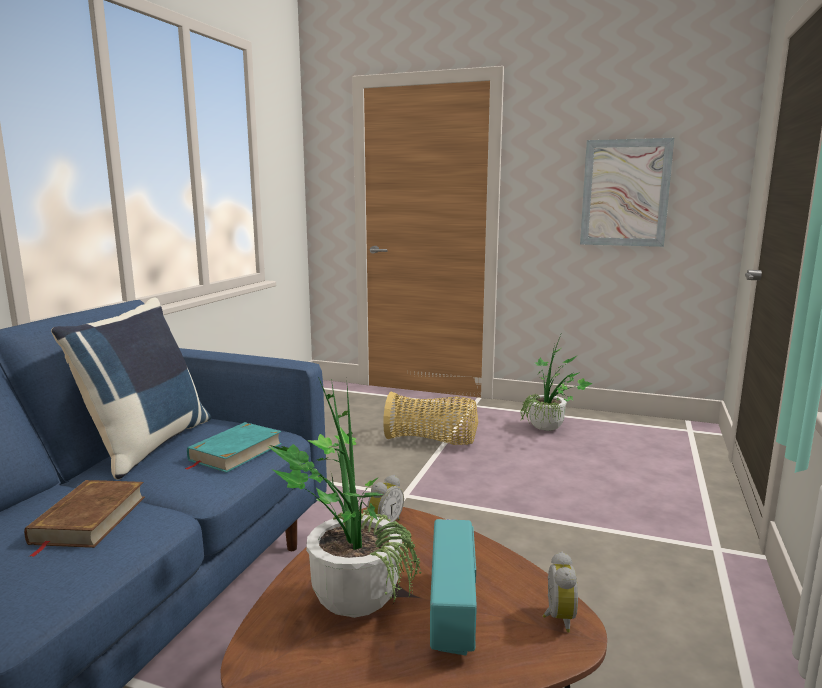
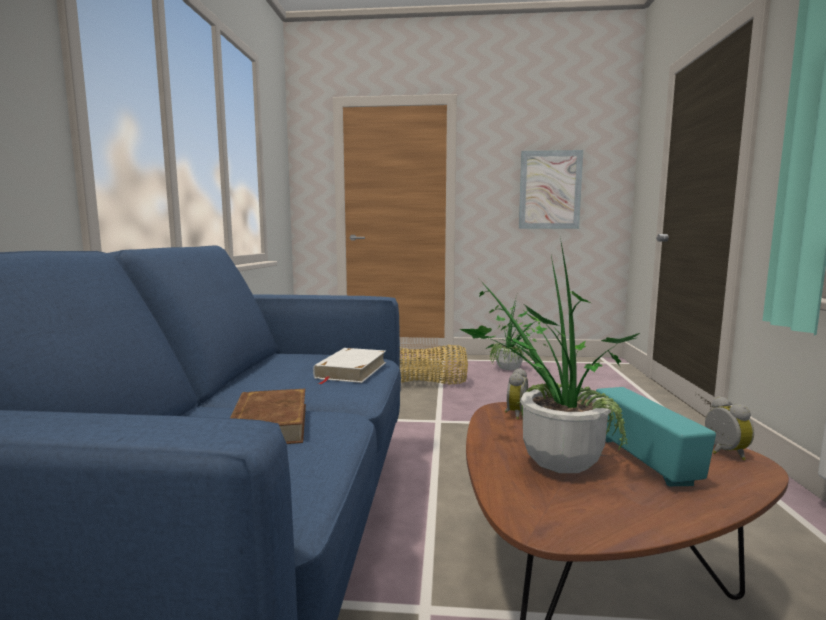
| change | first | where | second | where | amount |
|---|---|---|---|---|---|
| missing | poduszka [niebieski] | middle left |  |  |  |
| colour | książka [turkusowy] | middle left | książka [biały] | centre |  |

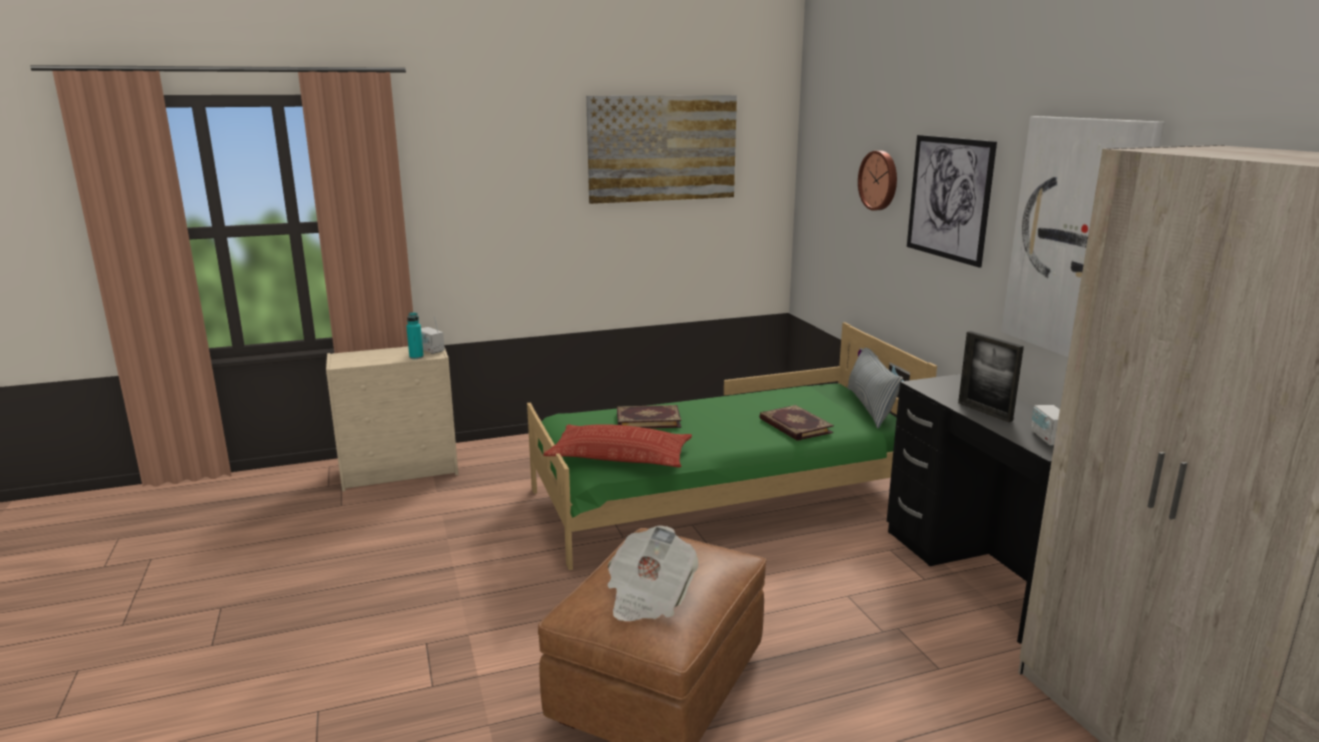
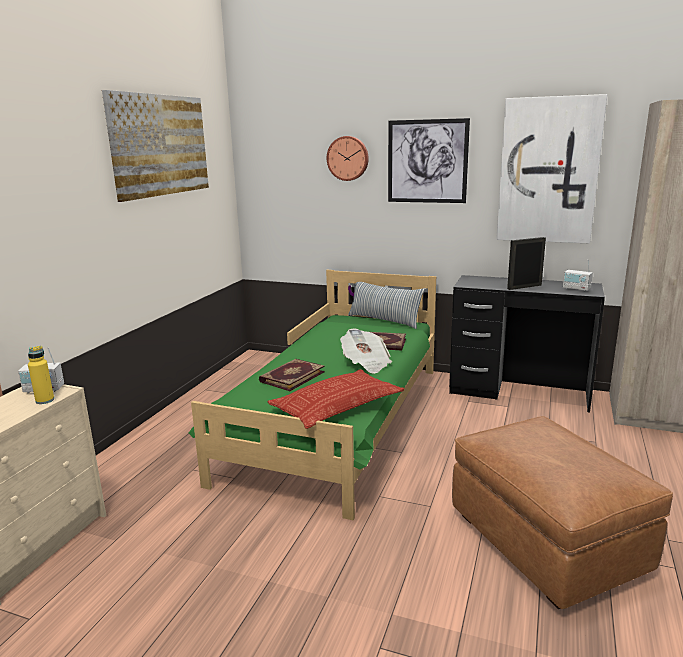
| change | first | where | second | where | amount |
|---|---|---|---|---|---|
| relocated | gazeta | bottom centre |  | centre |  |
| colour | butelka [turkusowy] | middle left | butelka [żółty] | middle left |  |
| spun | ramka na zdjęcie | middle right |  | middle right | 150 degrees clockwise |

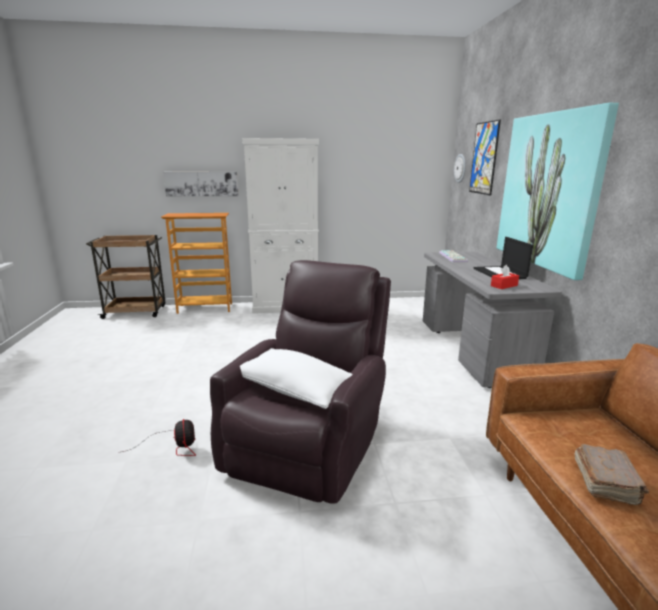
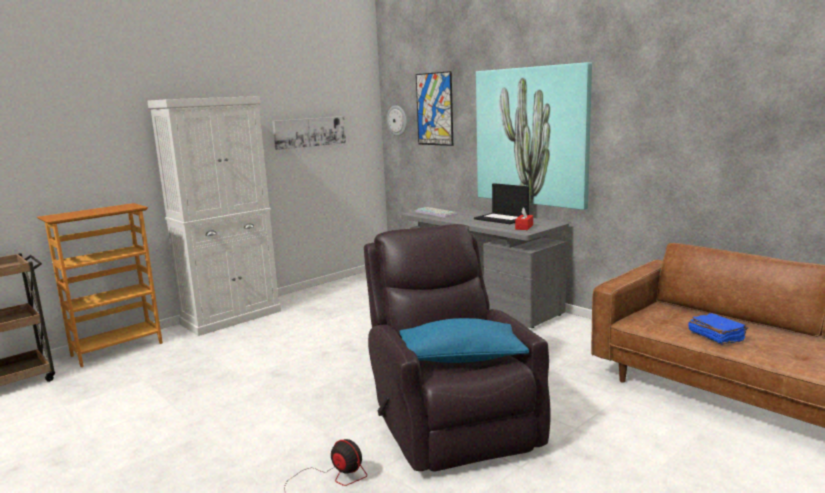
| change | first | where | second | where | amount |
|---|---|---|---|---|---|
| relocated | obraz (no. 1 from left) | top left |  | top centre |  |
| colour | poduszka [biały] | centre | poduszka [niebieski] | bottom centre |  |
| colour | książka [brązowy] | bottom right | książka [niebieski] | bottom right |  |

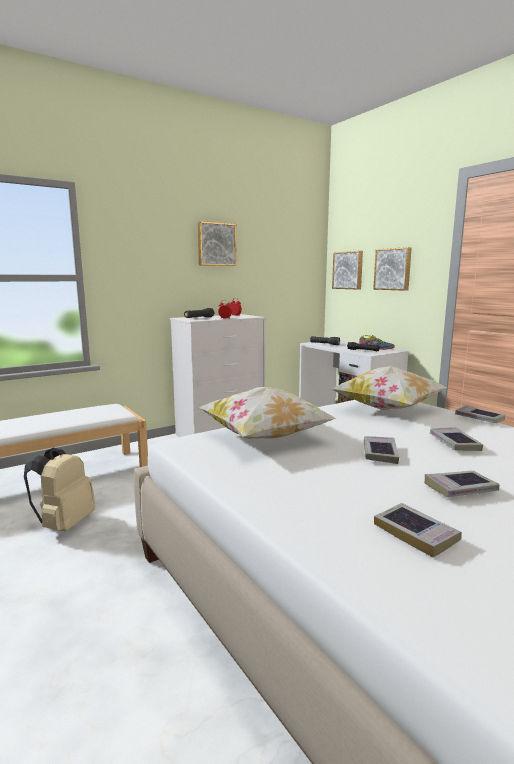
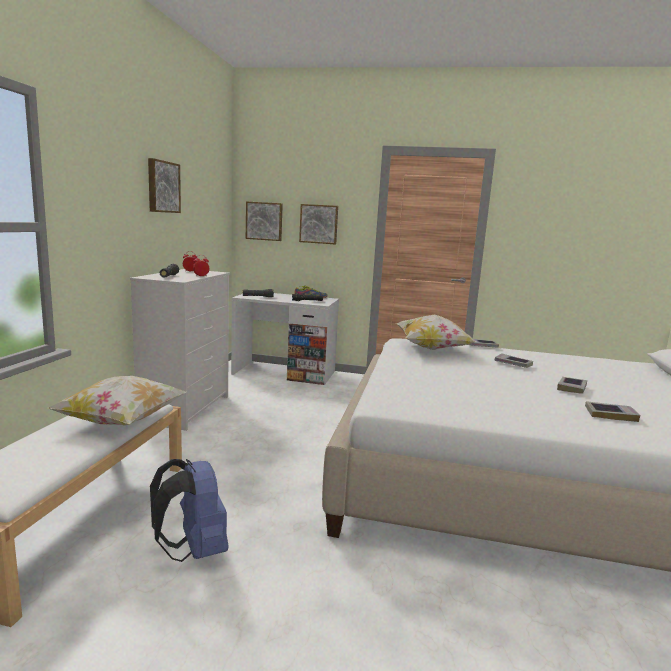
| change | first | where | second | where | amount |
|---|---|---|---|---|---|
| missing | książka (no. 1 from left) | middle right |  |  |  |
| relocated | poduszka (no. 1 from left) | centre |  | middle left |  |
| colour | plecak [beżowy] | middle left | plecak [niebieski] | bottom left |  |

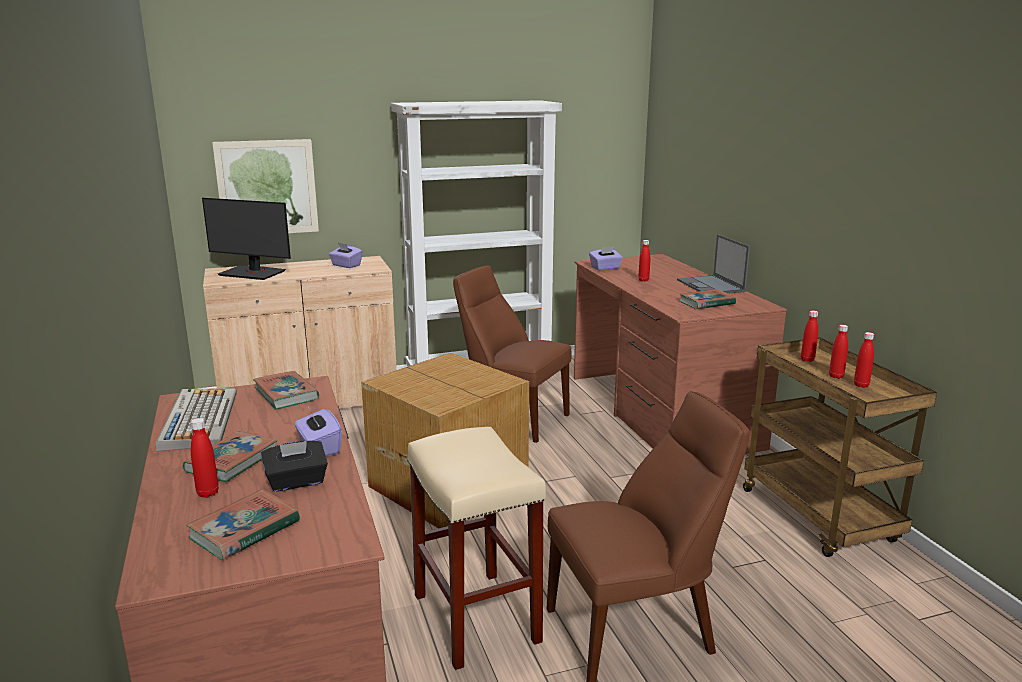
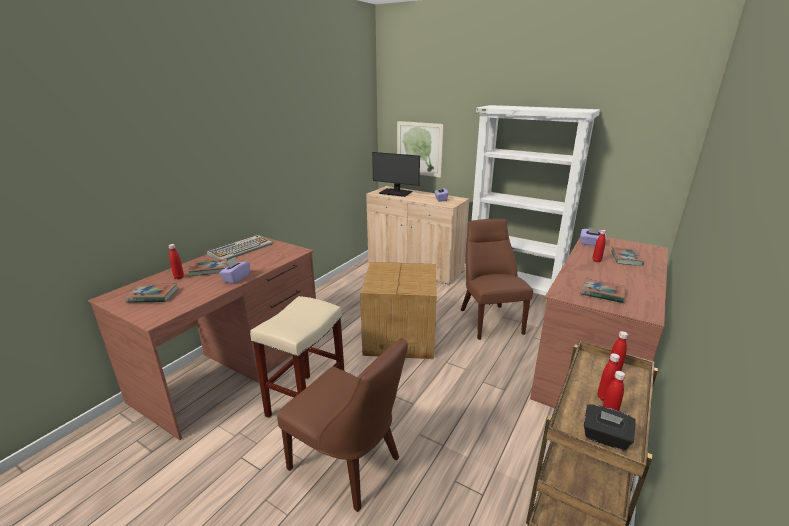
| change | first | where | second | where | amount |
|---|---|---|---|---|---|
| missing | laptop | middle right |  |  |  |
| relocated | książka (no. 3 from left in the first image) | middle left | książka (no. 4 from left) | middle right |  |
| relocated | pudełko chusteczek [czarny] | bottom left |  | bottom right |  |
| spun | monitor | middle left |  | top centre | 45 degrees counterclockwise |

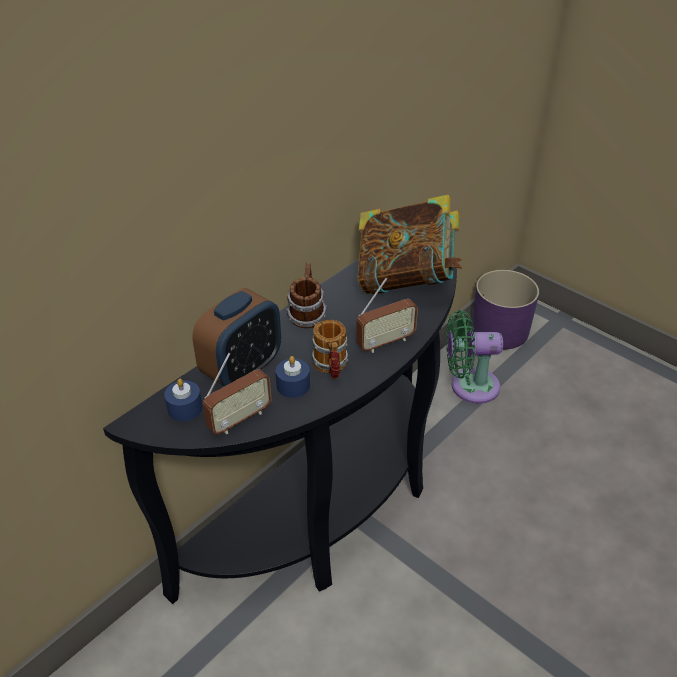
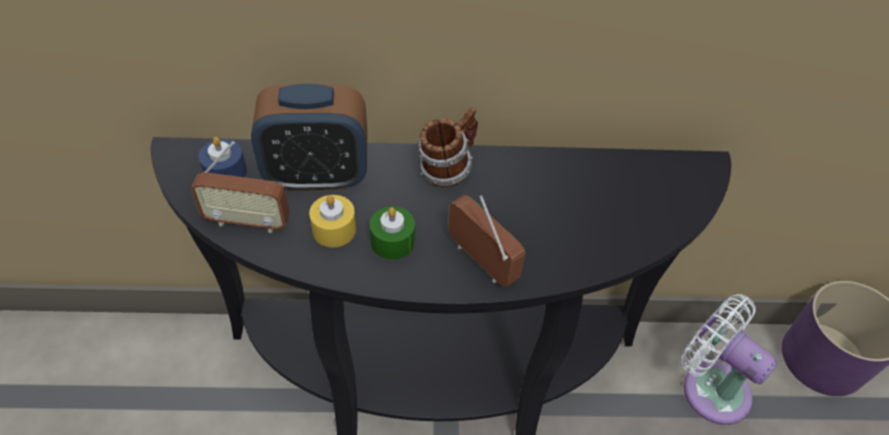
| change | first | where | second | where | amount |
|---|---|---|---|---|---|
| missing | książka | centre |  |  |  |
| exchanged | kubek (no. 2 from left) | centre | świeca [zielony] | centre |  |
| colour | świeca [niebieski] (no. 2 from left) | centre | świeca [żółty] | centre |  |
| colour | wentylator [zielony] | middle right | wentylator [biały] | bottom right |  |
| spun | radio (no. 2 from left) | centre |  | centre | 150 degrees counterclockwise |

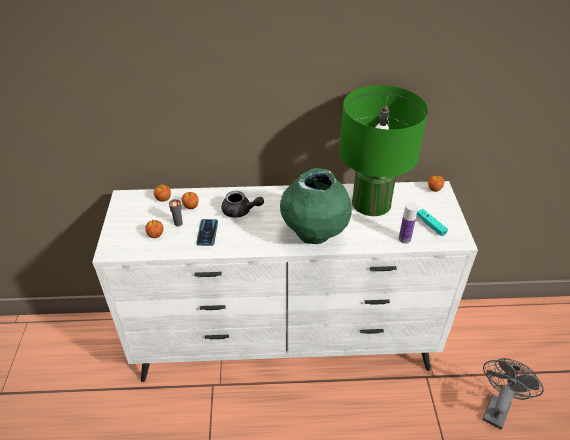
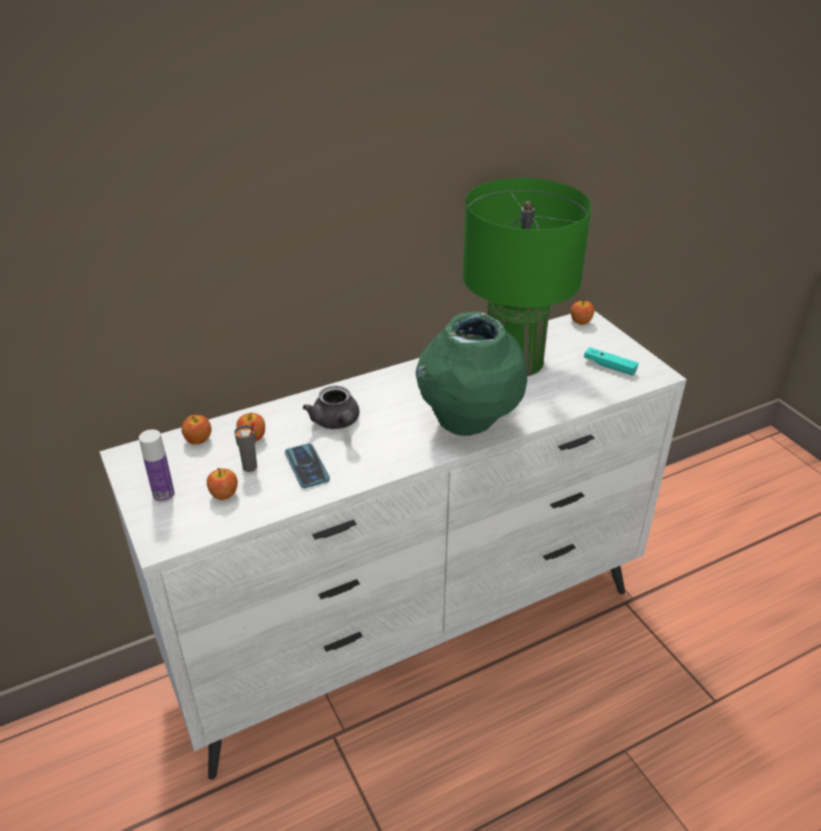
| change | first | where | second | where | amount |
|---|---|---|---|---|---|
| missing | wentylator [szary] | bottom right |  |  |  |
| relocated | butelka | middle right |  | middle left |  |
| spun | imbryk [szary] | centre |  | centre | 75 degrees clockwise |

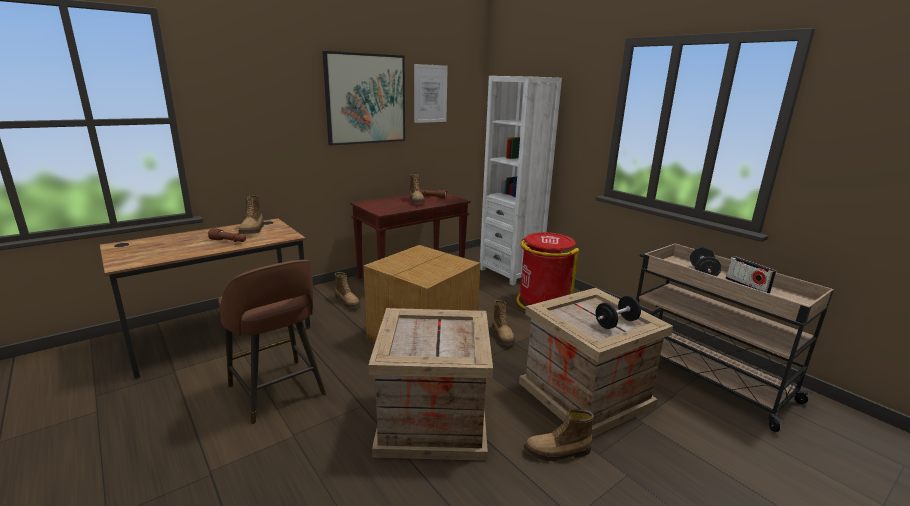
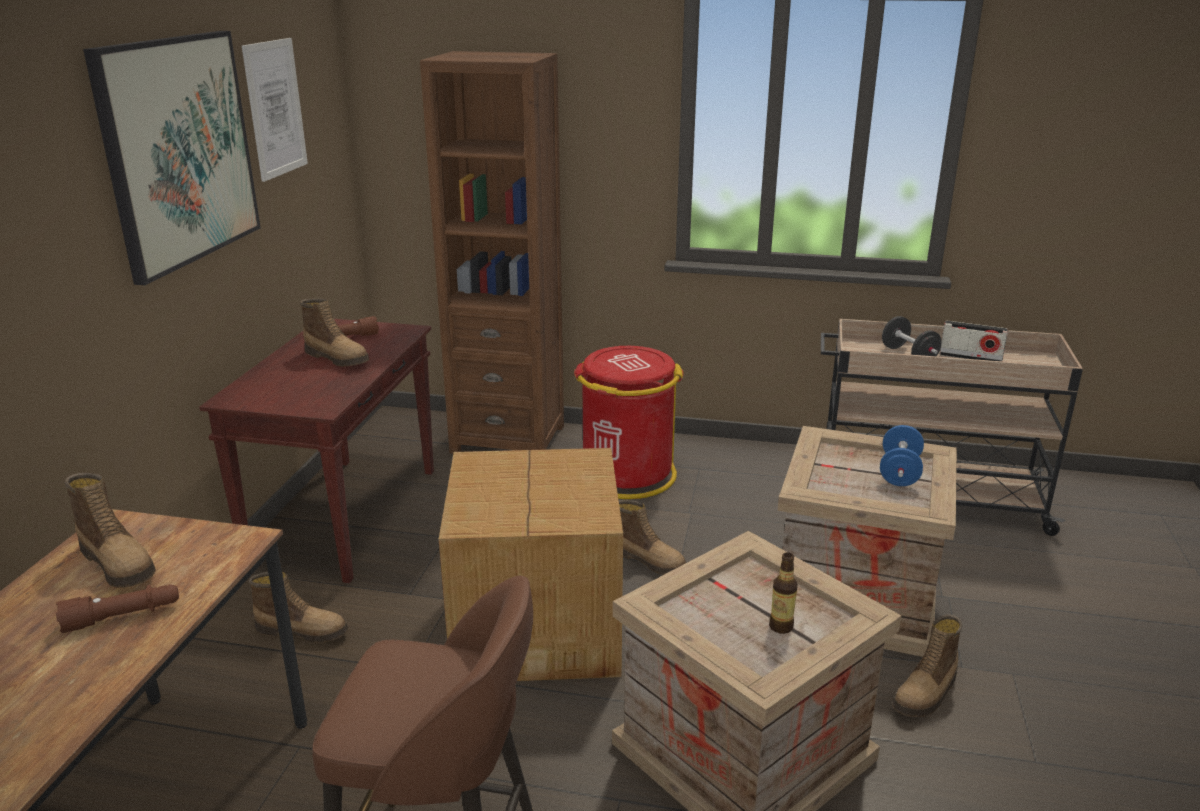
| change | first | where | second | where | amount |
|---|---|---|---|---|---|
| appeared |  |  | butelka | bottom centre |  |
| colour | regał [biały] | centre | regał [brązowy] | top centre |  |
| colour | hantel [czarny] (no. 1 from left) | middle right | hantel [niebieski] | middle right |  |

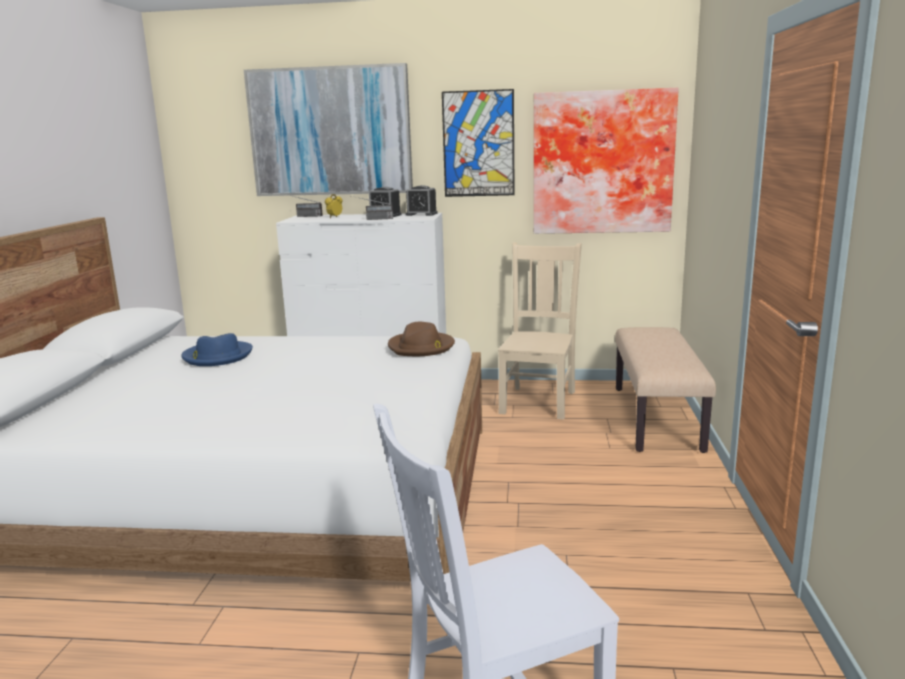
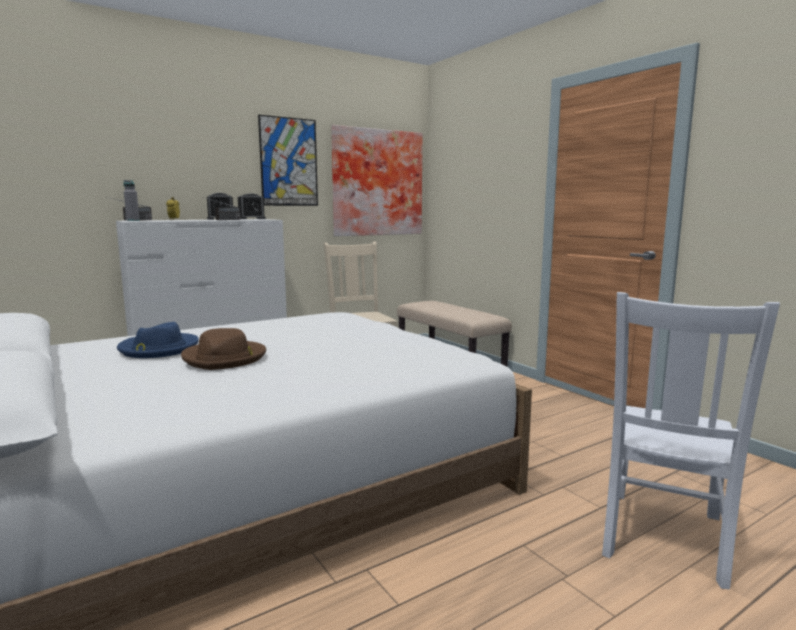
| change | first | where | second | where | amount |
|---|---|---|---|---|---|
| missing | obraz (no. 1 from left) | top centre |  |  |  |
| appeared |  |  | butelka [szary] | top left |  |
| relocated | kapelusz [brązowy] | centre |  | middle left |  |

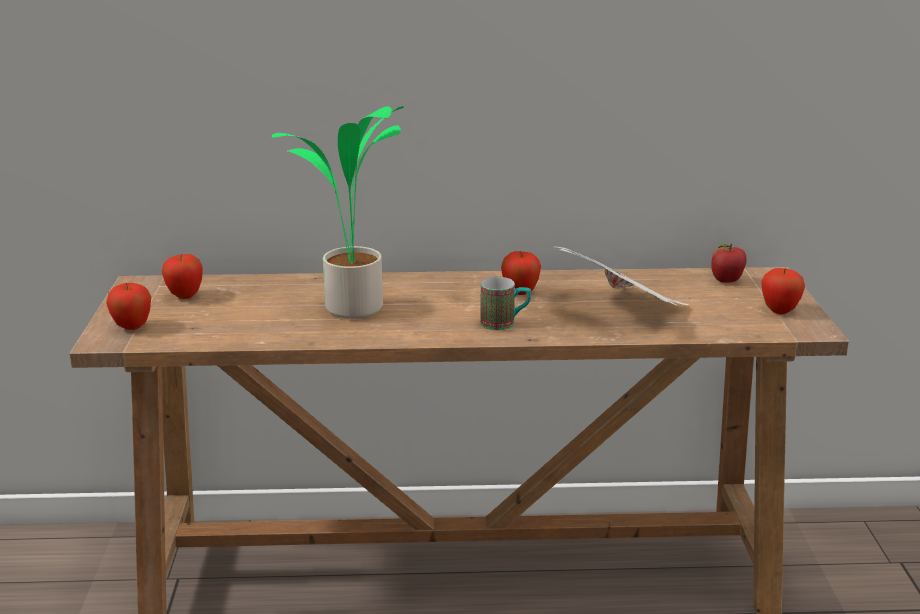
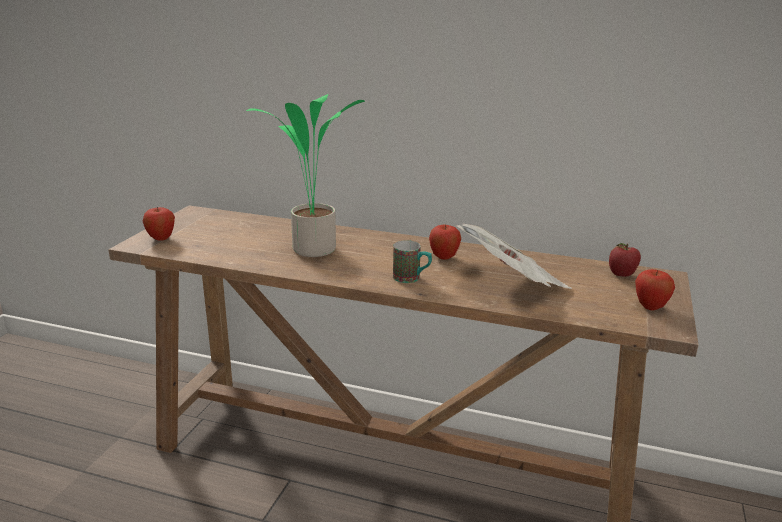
| change | first | where | second | where | amount |
|---|---|---|---|---|---|
| missing | jabłko (no. 2 from left) | middle left |  |  |  |

